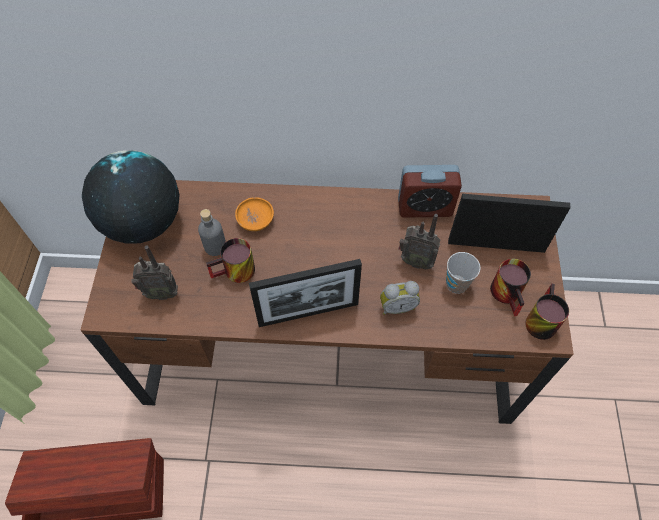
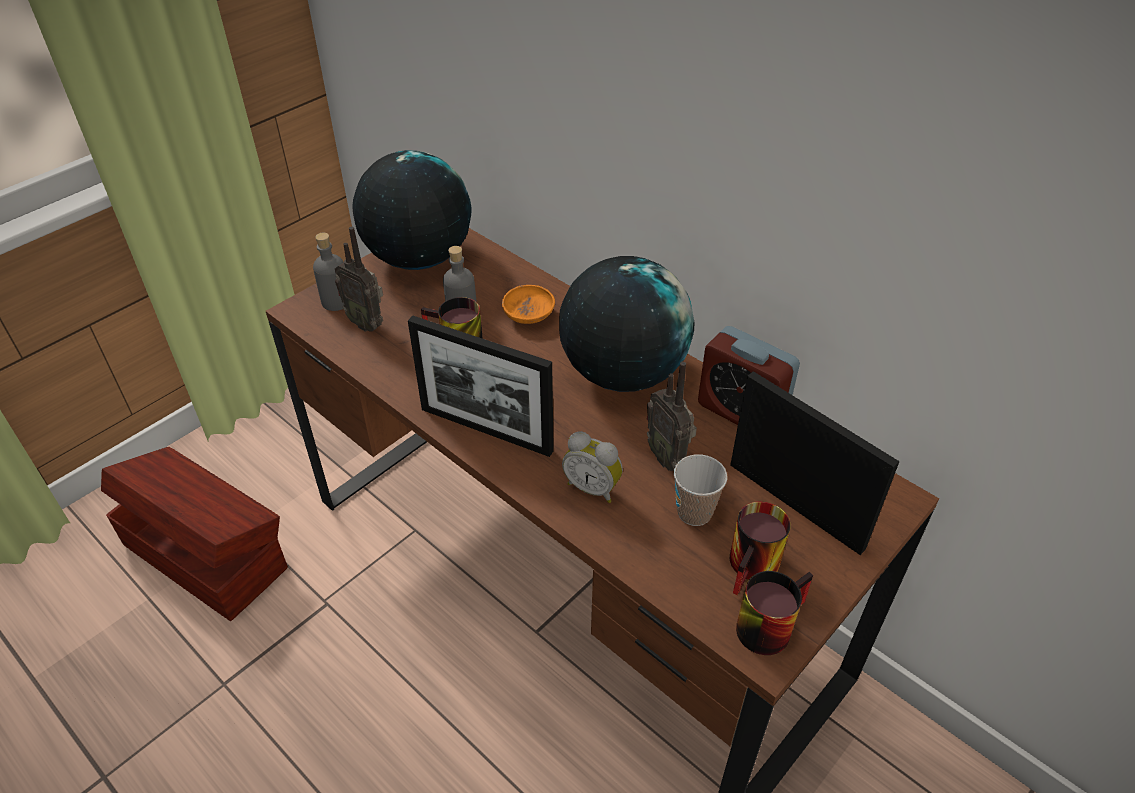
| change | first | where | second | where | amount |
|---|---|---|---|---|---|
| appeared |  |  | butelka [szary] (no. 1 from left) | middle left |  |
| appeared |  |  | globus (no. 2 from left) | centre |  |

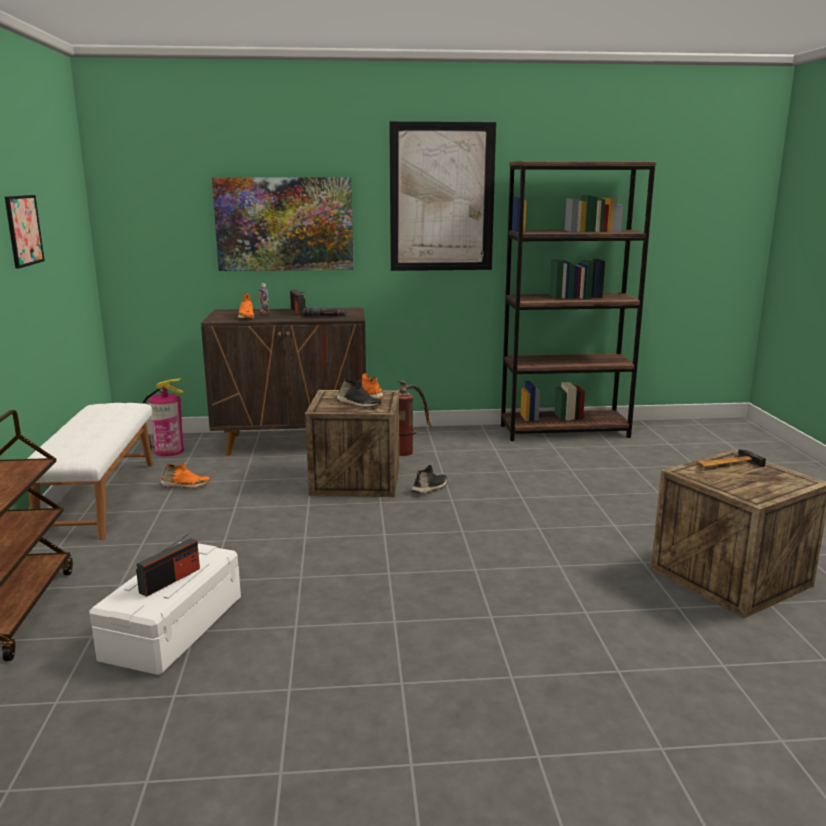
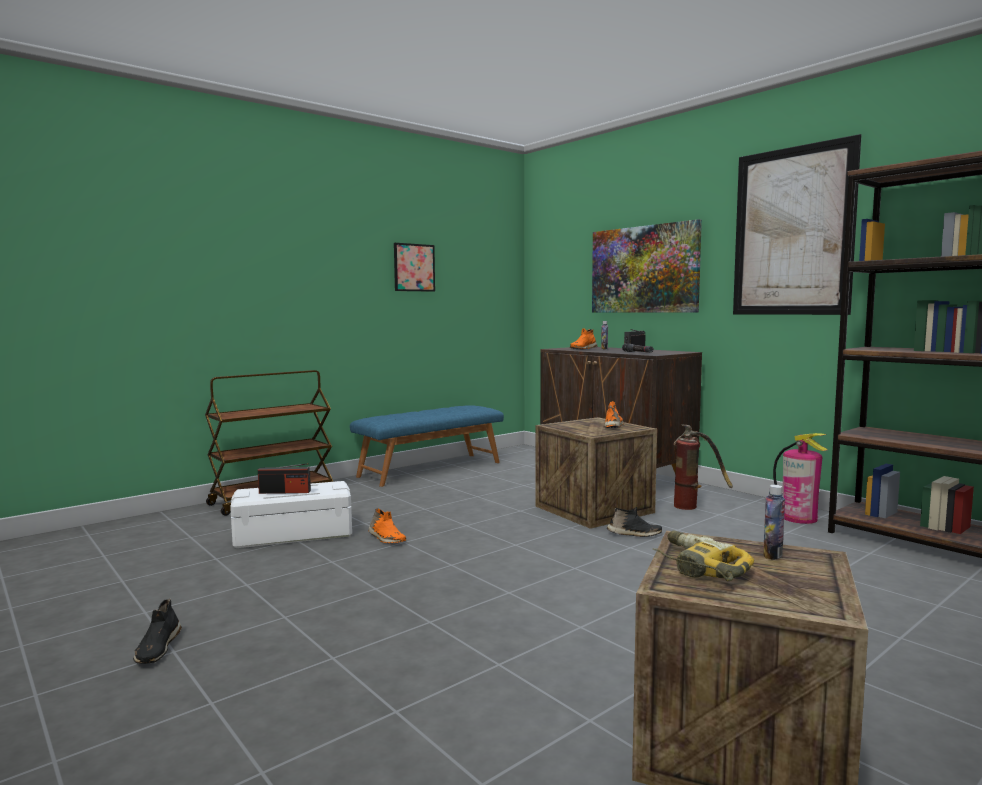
| change | first | where | second | where | amount |
|---|---|---|---|---|---|
| appeared |  |  | wiertarka | bottom right |  |
| relocated | gaśnica (no. 1 from left in the first image) | middle left | gaśnica (no. 2 from left) | middle right |  |
| relocated | but [pomarańczowy] (no. 1 from left) | middle left |  | bottom centre |  |
| relocated | but [czarny] (no. 1 from left) | centre |  | bottom left |  |
| exchanged | młotek | middle right | butelka (no. 2 from left) | middle right |  |
| colour | ławka [biały] | middle left | ławka [niebieski] | centre |  |

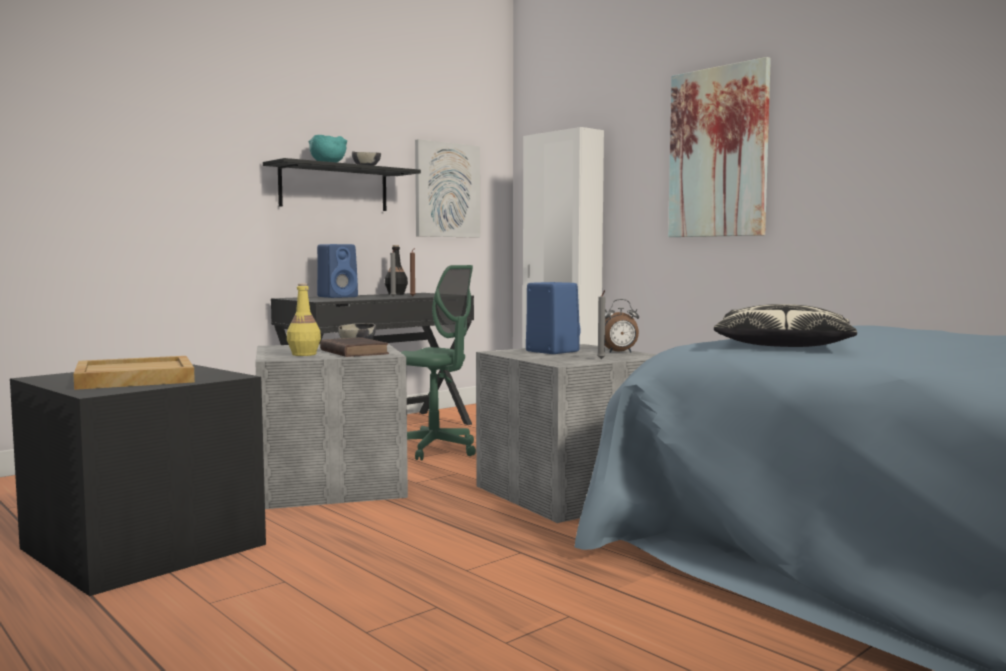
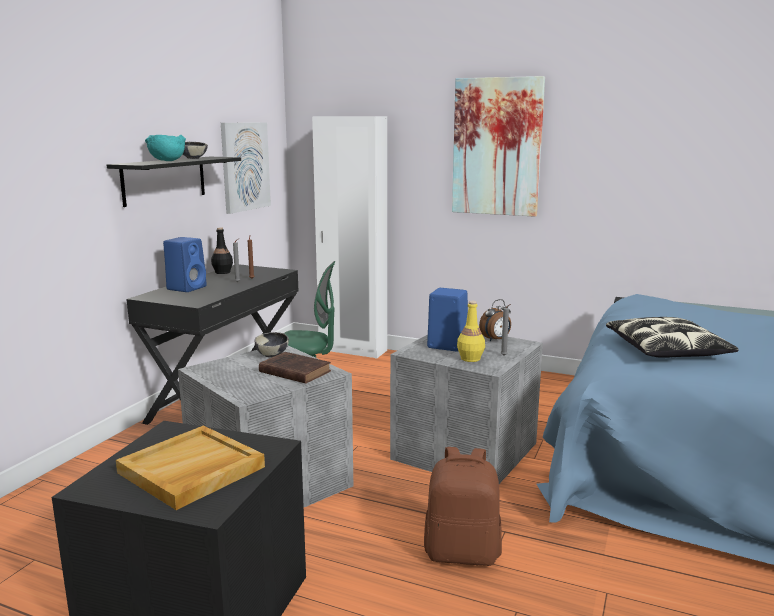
| change | first | where | second | where | amount |
|---|---|---|---|---|---|
| appeared |  |  | plecak [brązowy] | bottom centre |  |
| relocated | butelka [żółty] | middle left |  | centre |  |

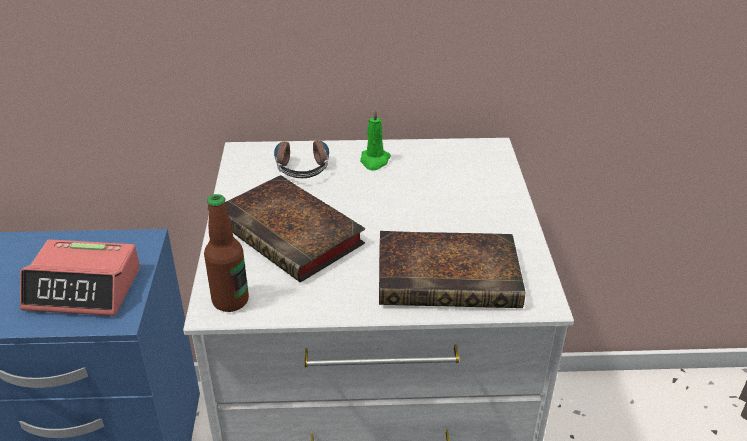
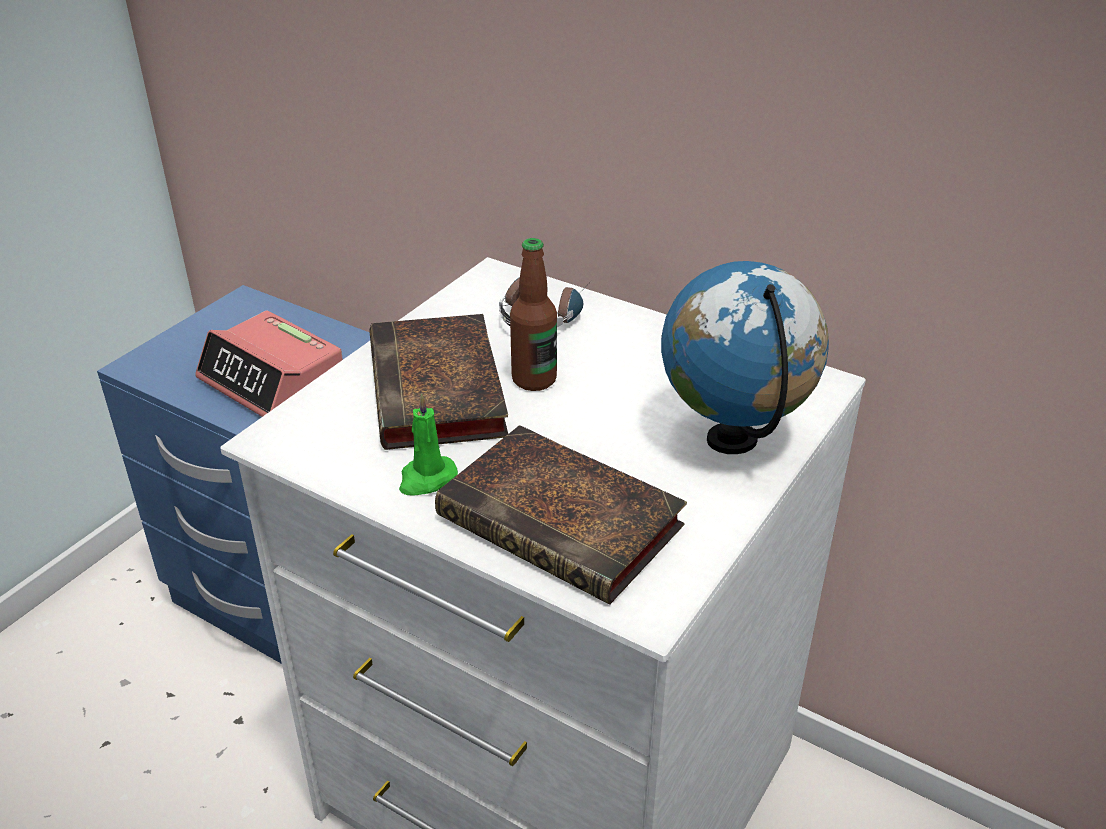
| change | first | where | second | where | amount |
|---|---|---|---|---|---|
| appeared |  |  | globus | middle right |  |
| relocated | butelka | middle left |  | centre |  |
| relocated | świeca [zielony] | top centre |  | centre |  |

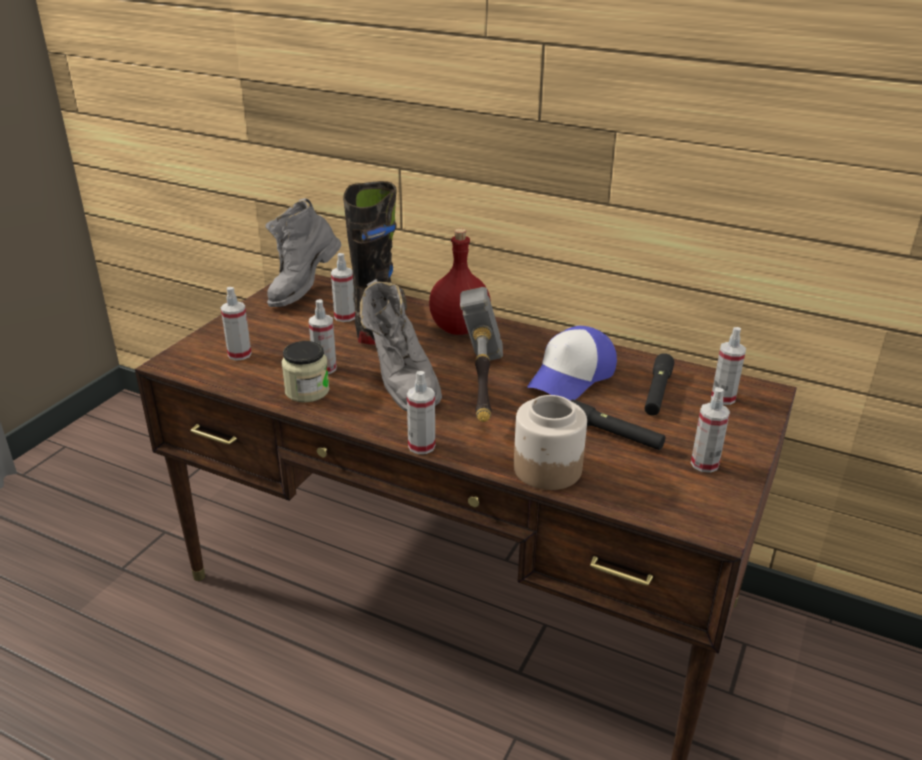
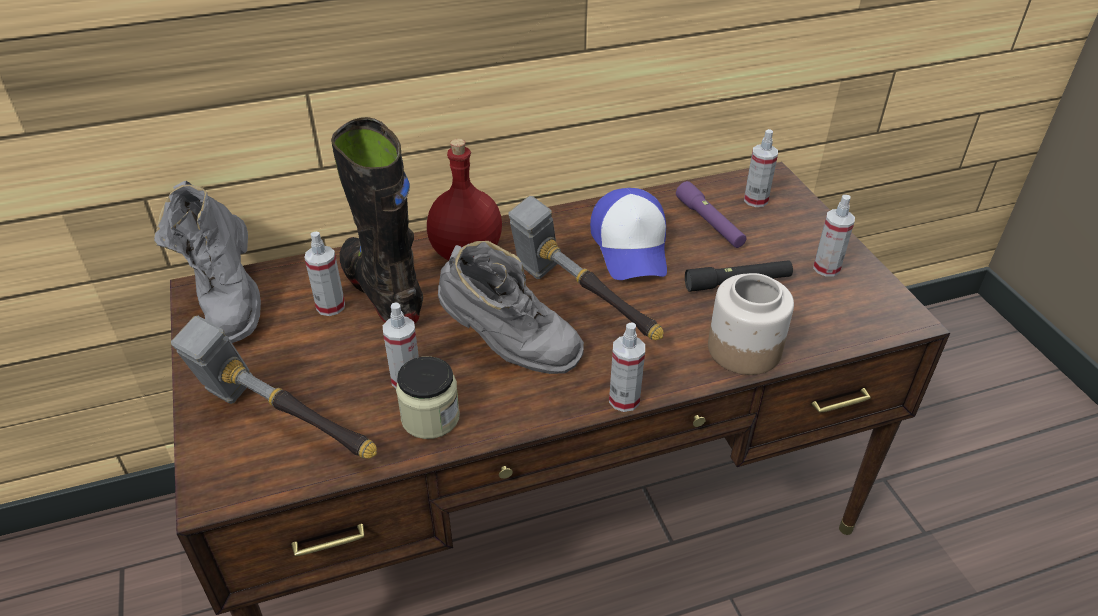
| change | first | where | second | where | amount |
|---|---|---|---|---|---|
| exchanged | spryskiwacz (no. 1 from left) | middle left | młotek (no. 1 from left) | middle left |  |
| colour | latarka [czarny] (no. 2 from left) | middle right | latarka [fioletowy] | centre |  |

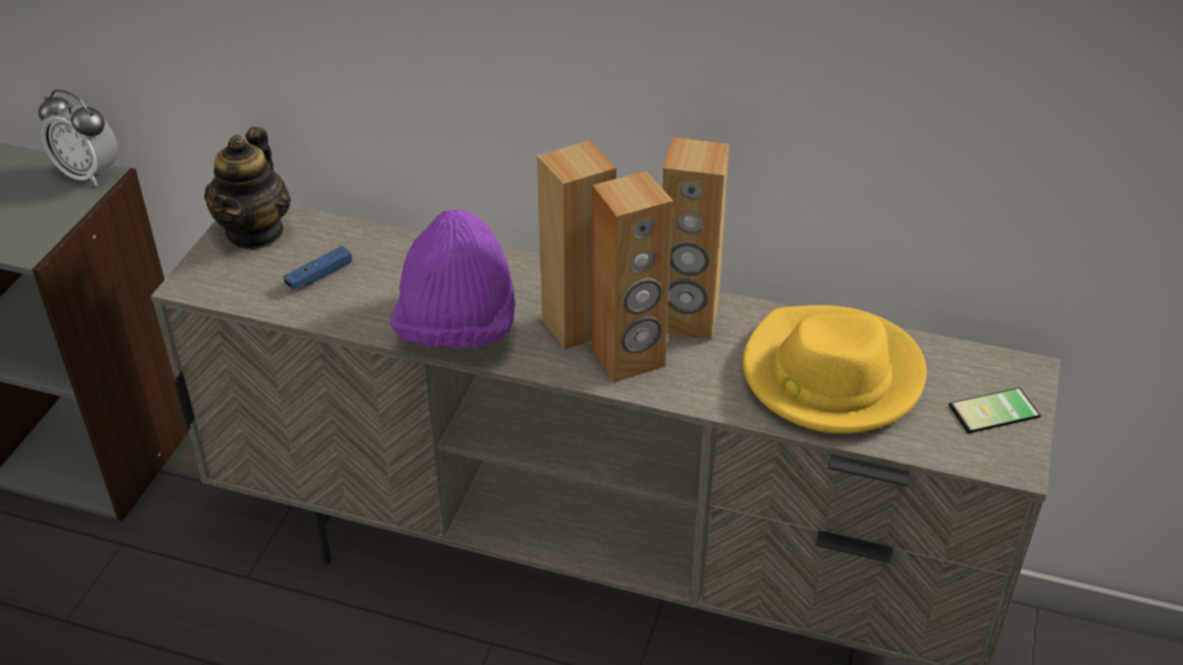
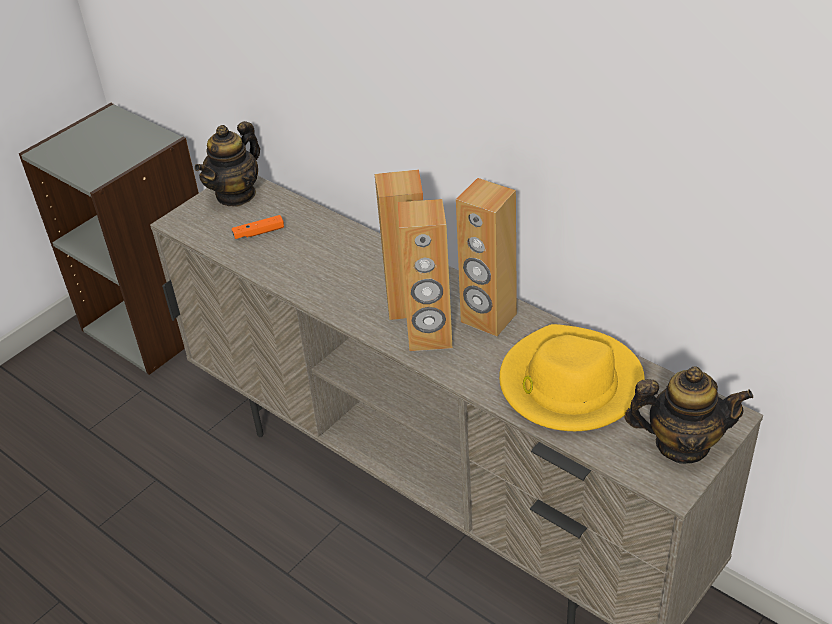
| change | first | where | second | where | amount |
|---|---|---|---|---|---|
| missing | budzik | top left |  |  |  |
| missing | kapelusz [fioletowy] | centre |  |  |  |
| exchanged | telefon | middle right | imbryk (no. 2 from left) | middle right |  |
| colour | pad do gier [niebieski] | middle left | pad do gier [pomarańczowy] | middle left |  |

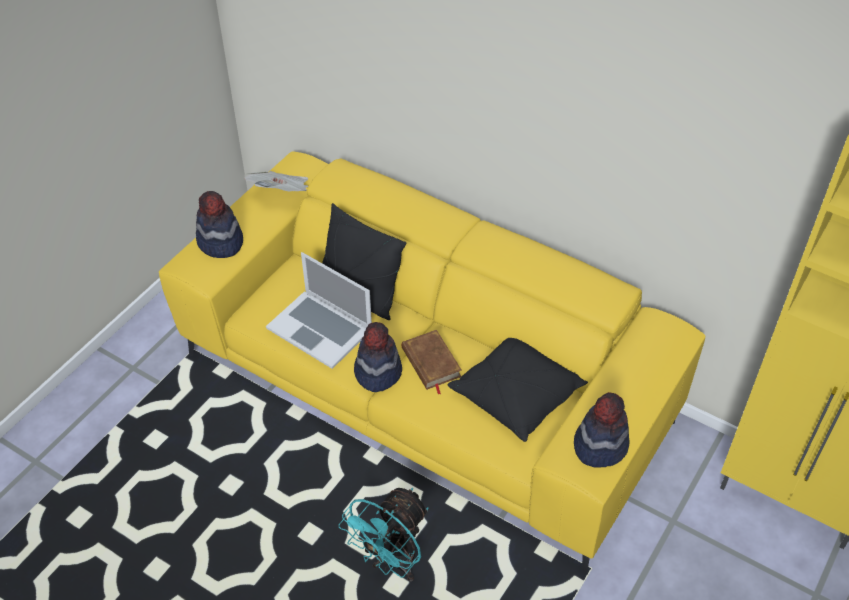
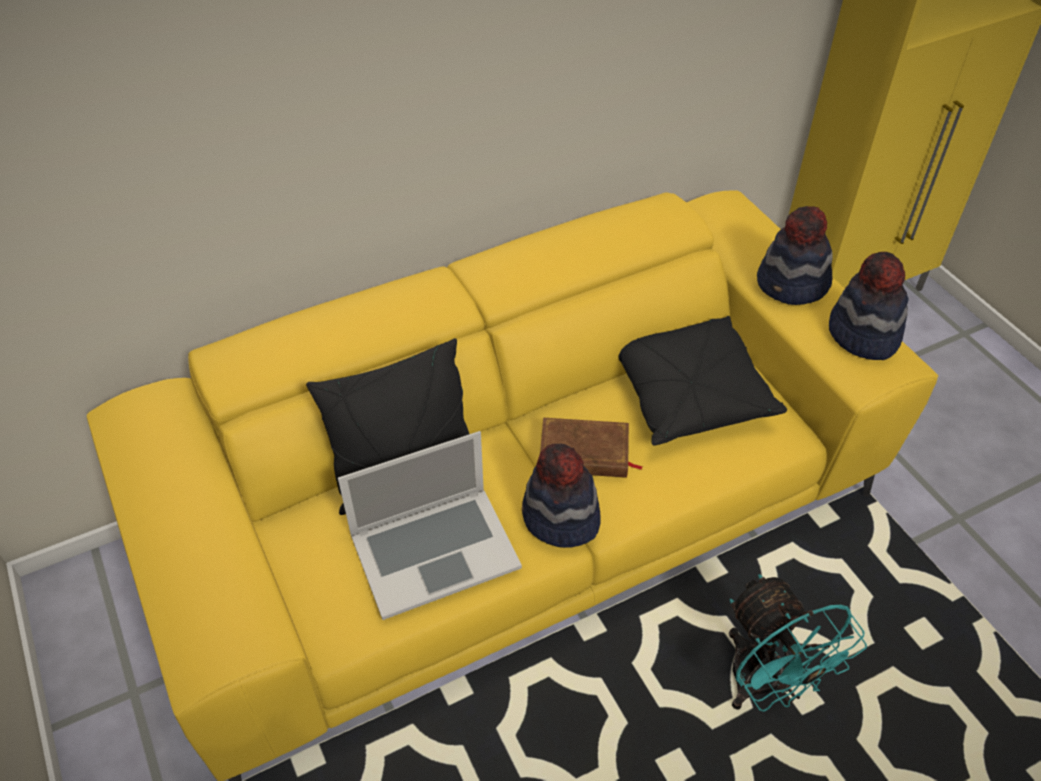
| change | first | where | second | where | amount |
|---|---|---|---|---|---|
| missing | gazeta | top left |  |  |  |
| relocated | kapelusz (no. 1 from left in the first image) | middle left | kapelusz (no. 2 from left) | top right |  |

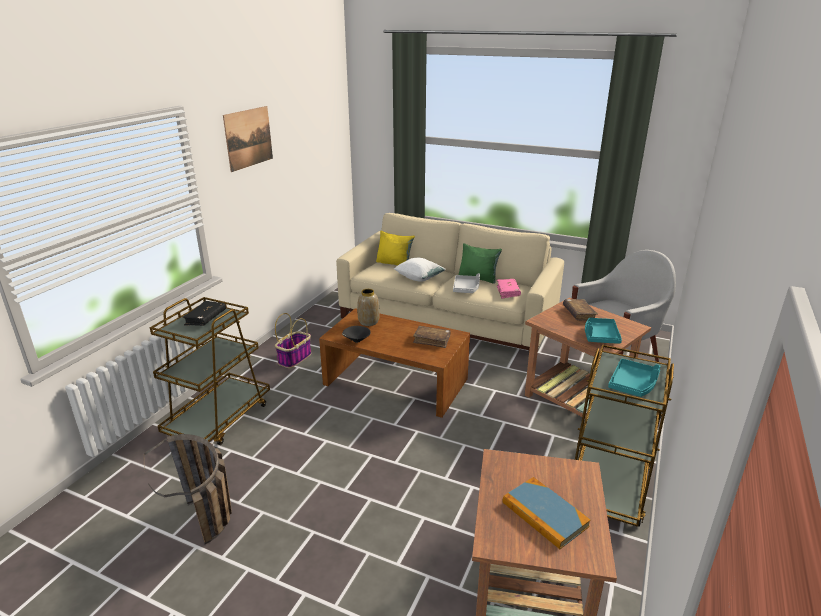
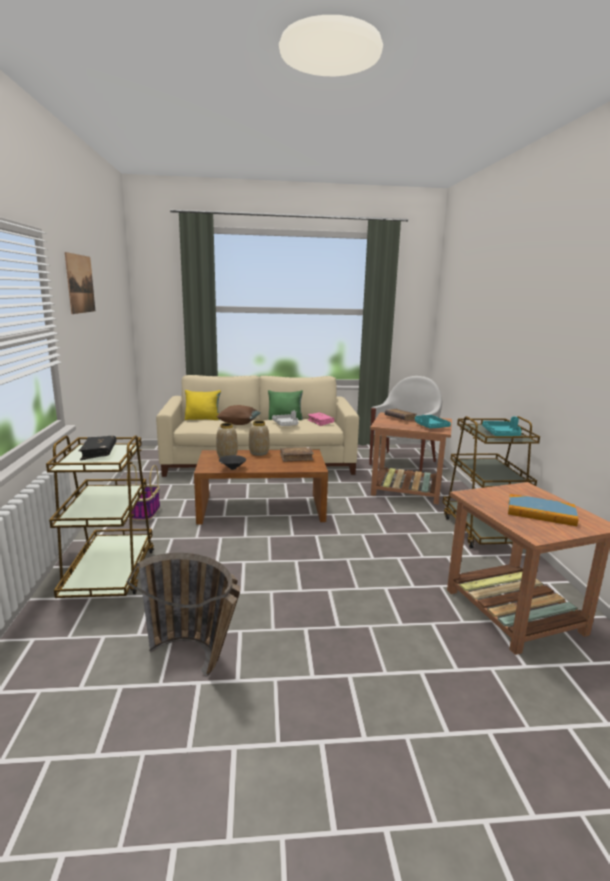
| change | first | where | second | where | amount |
|---|---|---|---|---|---|
| appeared |  |  | wazon (no. 2 from left) | centre |  |
| colour | poduszka [biały] | centre | poduszka [brązowy] | centre |  |

